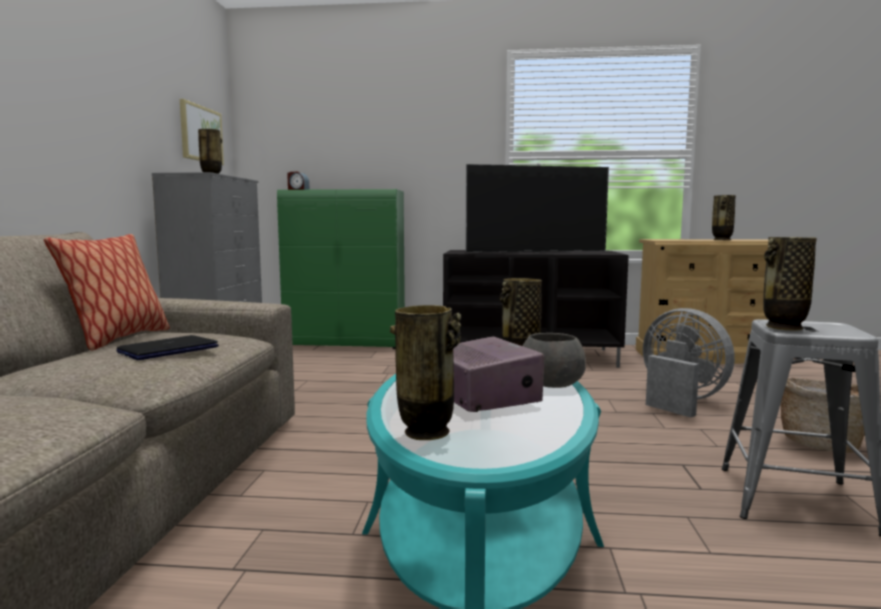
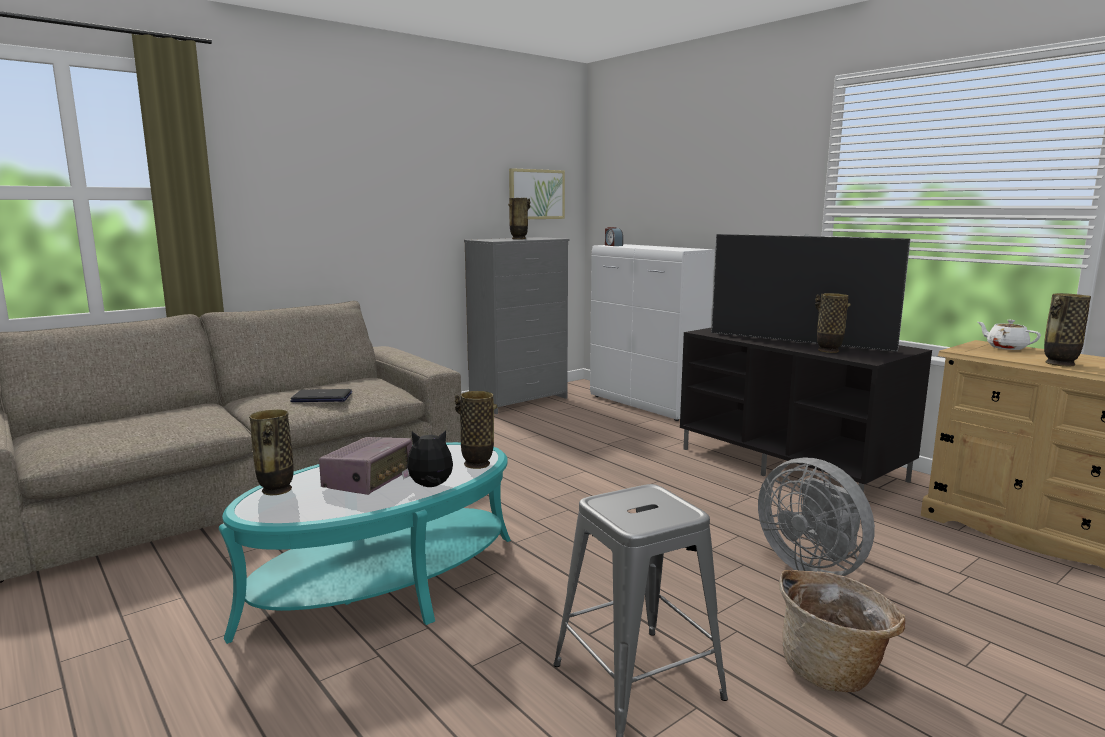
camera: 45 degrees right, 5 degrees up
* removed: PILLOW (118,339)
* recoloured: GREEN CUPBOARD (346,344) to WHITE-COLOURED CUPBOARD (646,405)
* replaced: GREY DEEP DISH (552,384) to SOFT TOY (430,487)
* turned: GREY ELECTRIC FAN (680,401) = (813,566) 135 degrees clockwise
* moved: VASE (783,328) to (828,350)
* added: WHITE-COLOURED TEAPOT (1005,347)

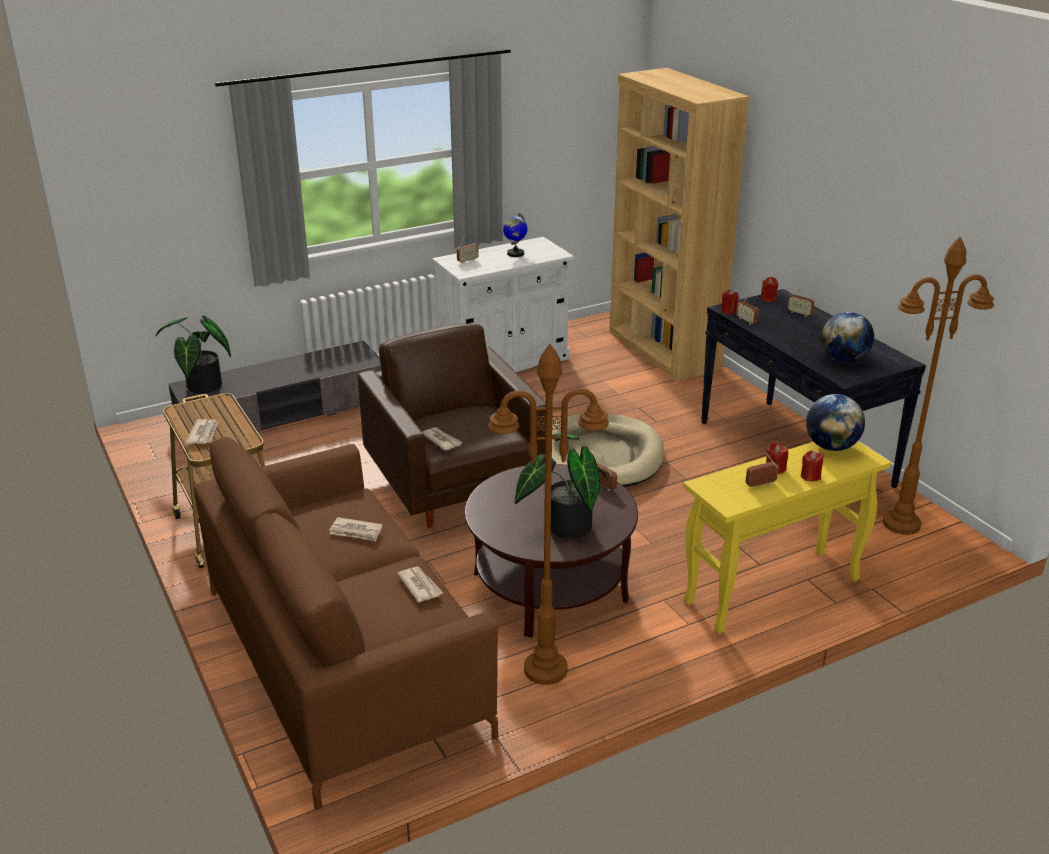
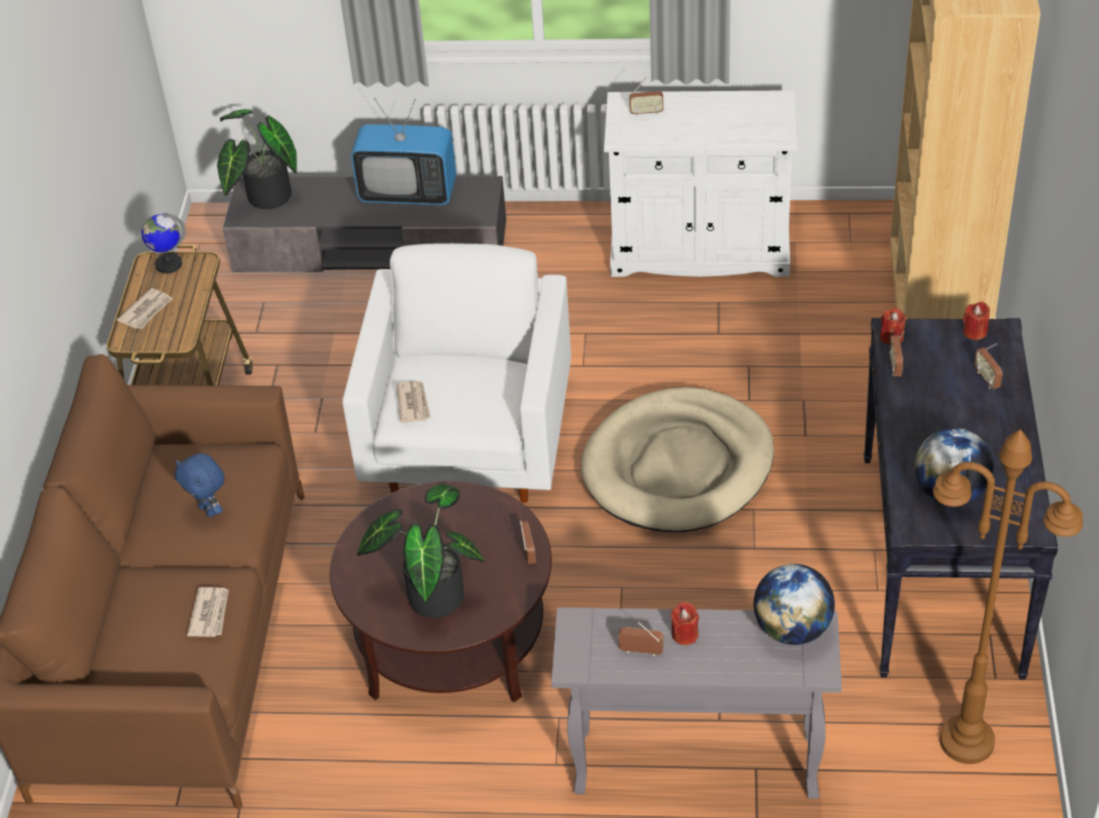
camera: 35 degrees right, 15 degrees up
* replaced: NEWSPAPER (356,531) to BLUE SOFT TOY (209,510)
* recoloured: BROWNISH LOUNGE CHAIR (456,486) to WHITE-COLOURED LOUNGE CHAIR (470,444)
* removed: BROWNISH STANDARD LAMP (545,670)
* moved: GLOBE (515,254) to (168,264)
* recoloured: YELLOWISH NARROW TABLE (771,591) to GREY NARROW TABLE (693,765)
* removed: REDDISH WAX CANDLE (810,476)
* added: TV SET (408,193)

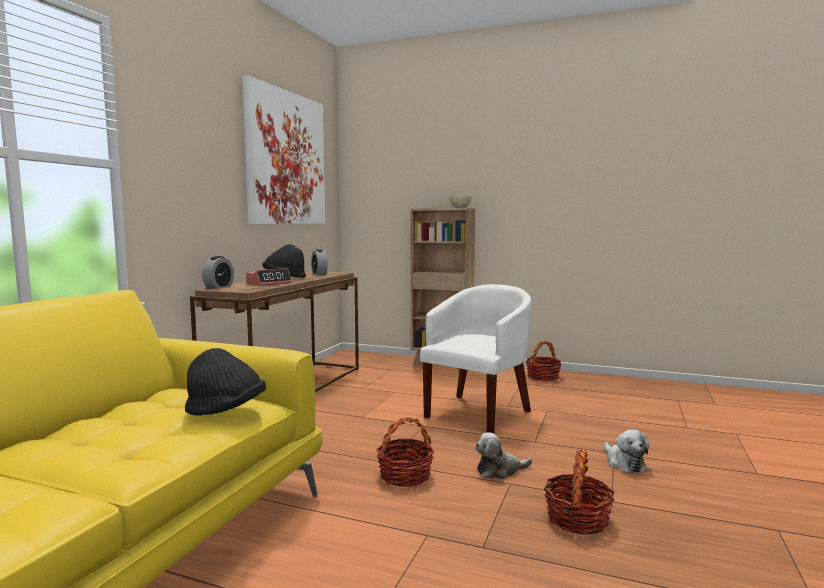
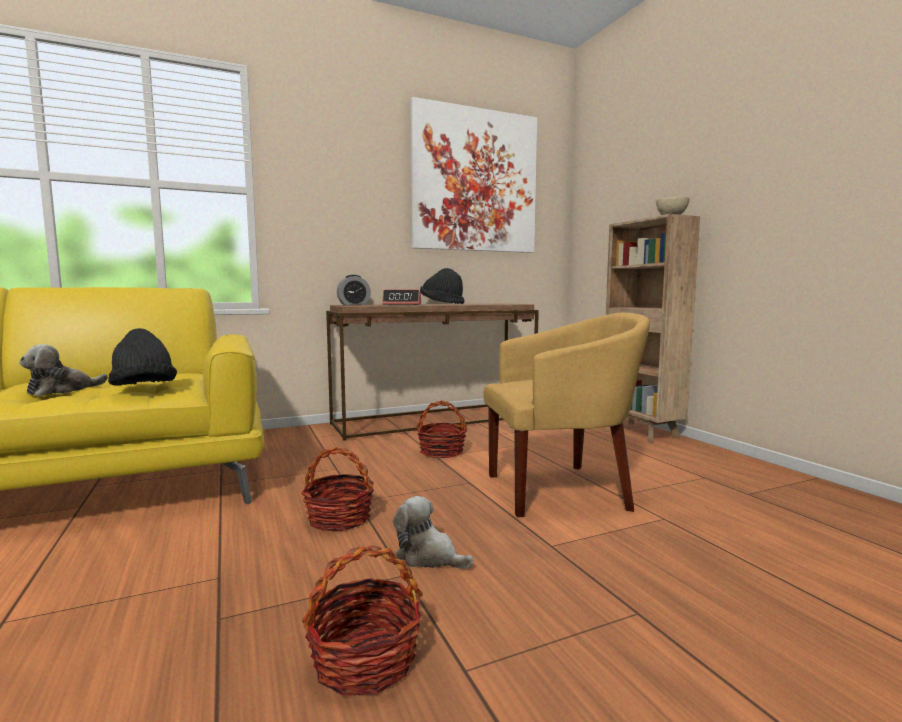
camera: 45 degrees right, 0 degrees up
* removed: TABLE CLOCK (319,274)
* recoloured: WHITE-COLOURED LOUNGE CHAIR (478,412) to YELLOWISH LOUNGE CHAIR (561,490)
* moved: BASKET (543,377) to (442,452)
* moved: SOFT TOY (624,463) to (62,390)

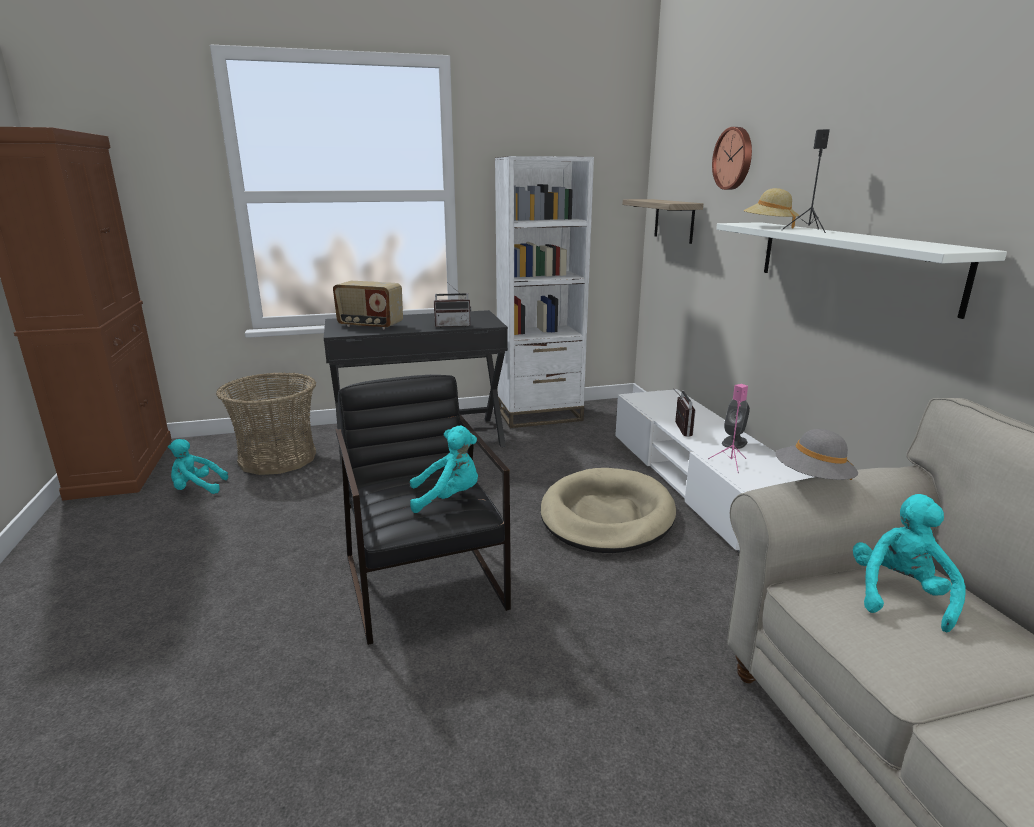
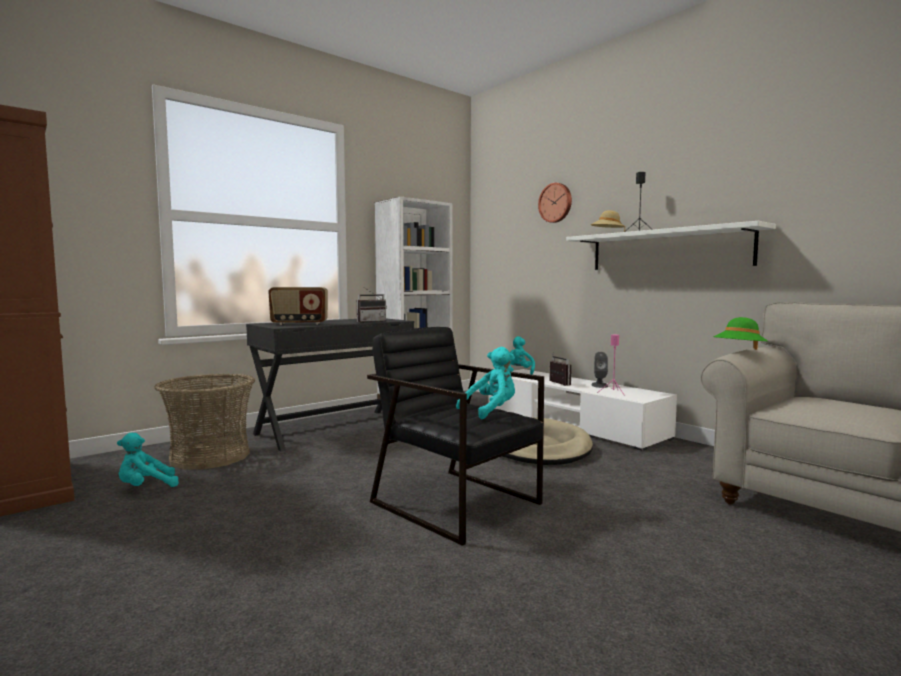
camera: 25 degrees left, 15 degrees down
* removed: BRACKET SHELF (674,220)
* recoloured: GREY CLOTHING HAT (812,480) to GREEN CLOTHING HAT (739,351)
* moved: BLUE-GREEN SOFT TOY (899,595) to (518,372)

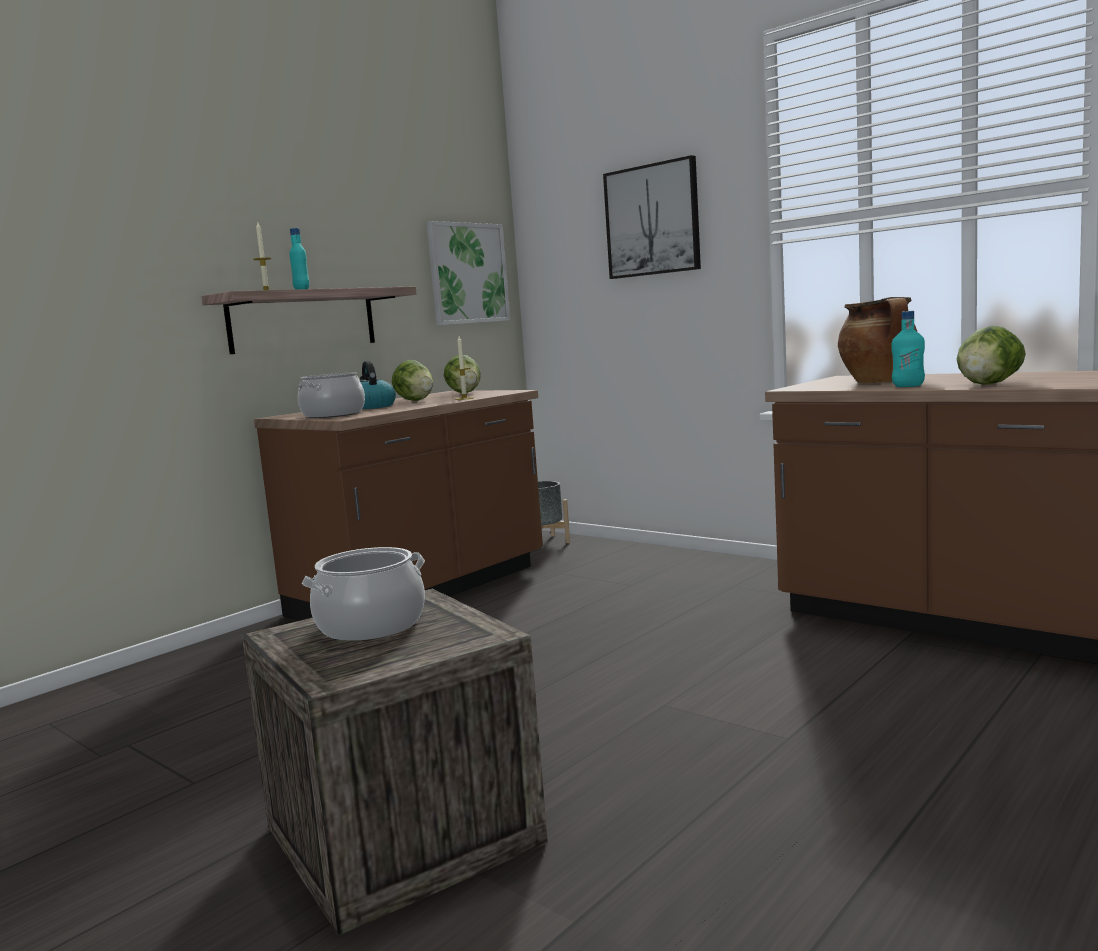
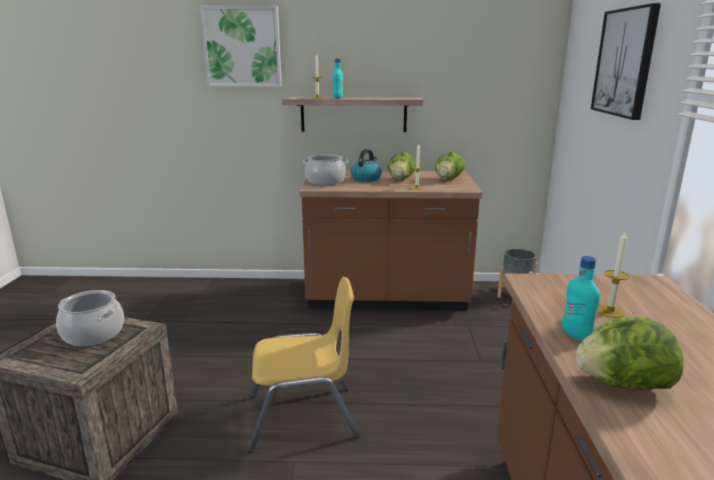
camera: 50 degrees right, 10 degrees up
* moved: WALL PICTURE (468,273) to (242,47)
* replaced: COOKING POT (879,382) to WAX CANDLE (610,311)
* added: YELLOWISH UPRIGHT CHAIR (303,417)

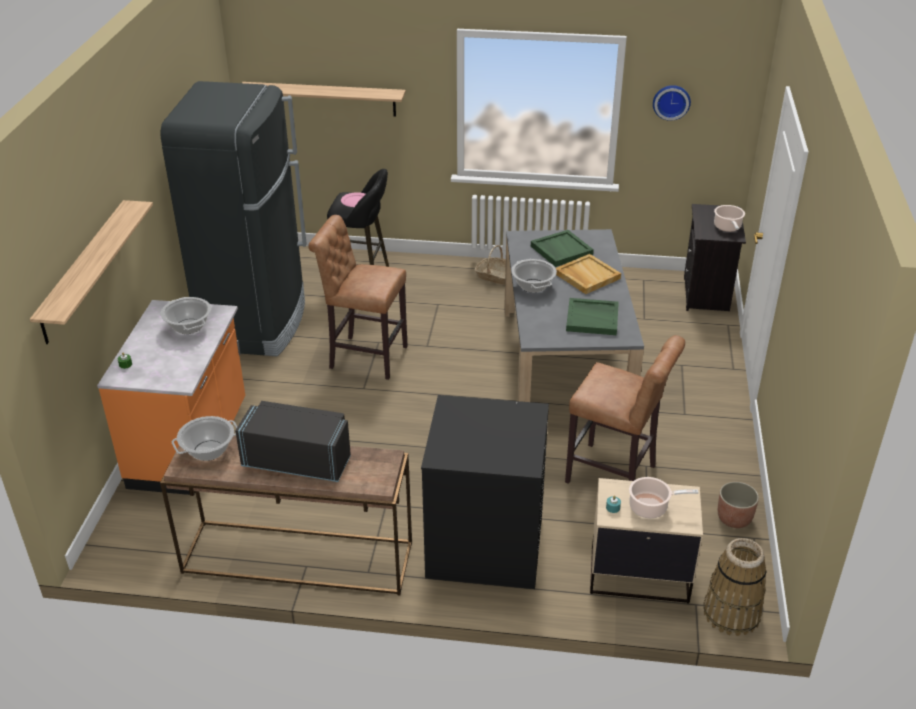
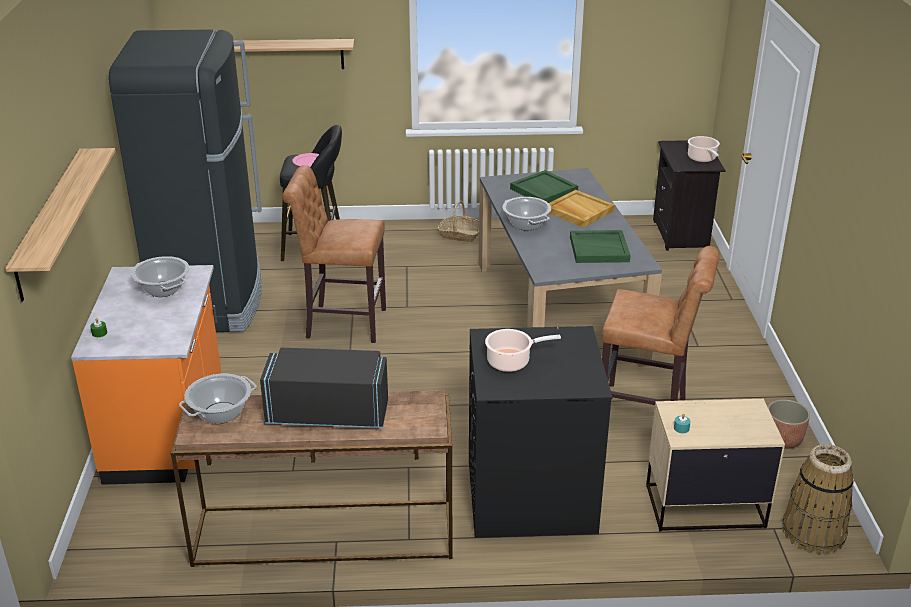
camera: 10 degrees left, 5 degrees down
* moved: COOKING POT (651,507) to (511,362)
* removed: CLOCK ON THE WALL (671,101)

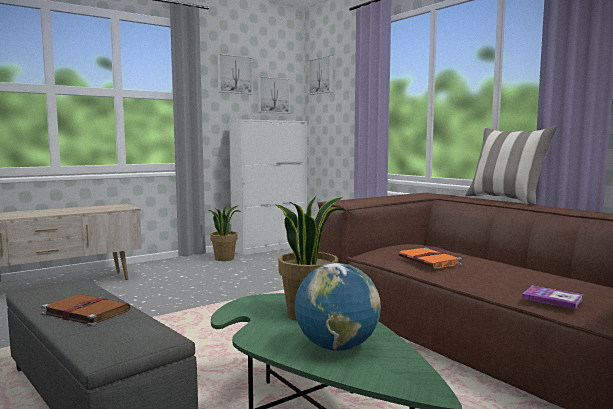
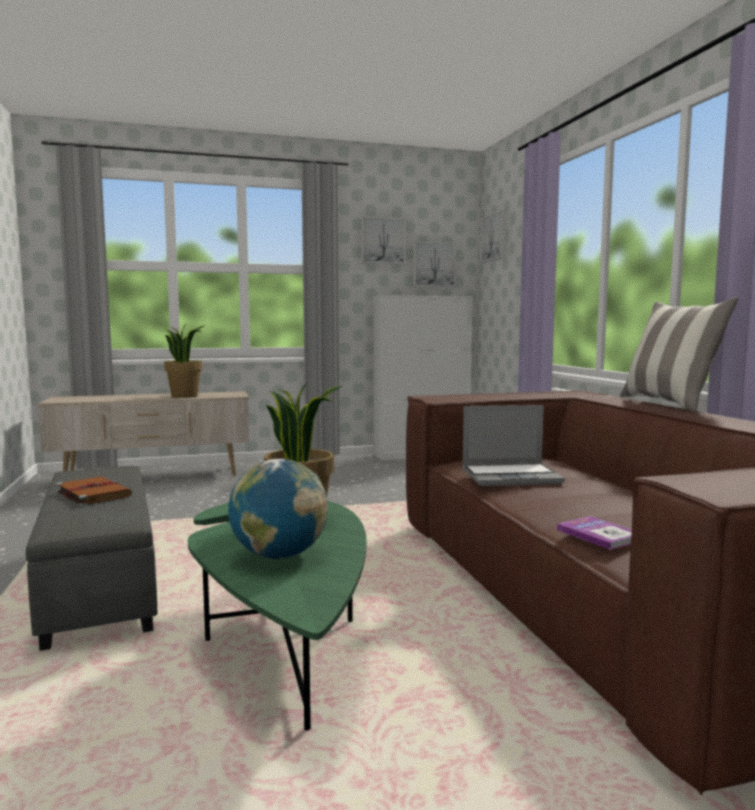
camera: 20 degrees right, 0 degrees up
* moved: PLANT IN A POT (224,258) to (185,396)
* replaced: ORANGEY VOLUME (430,261) to LAPTOP (511,476)

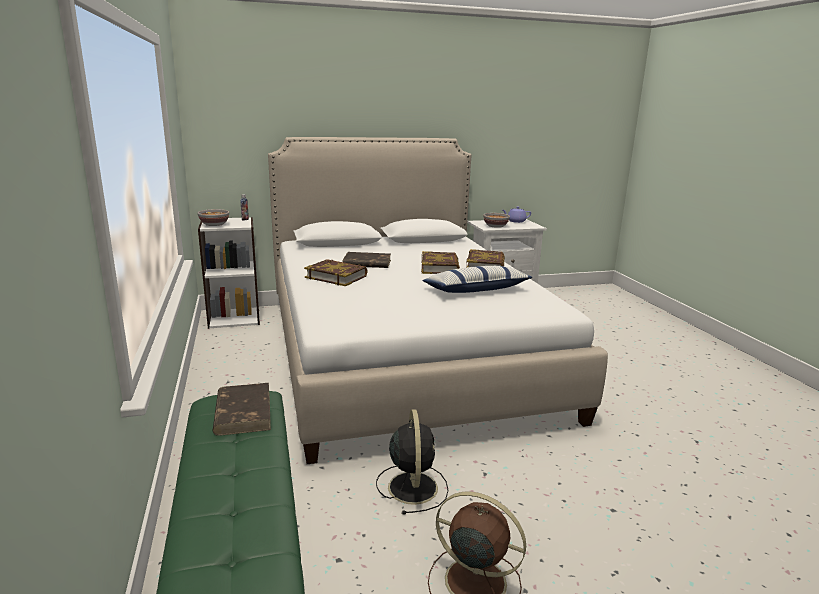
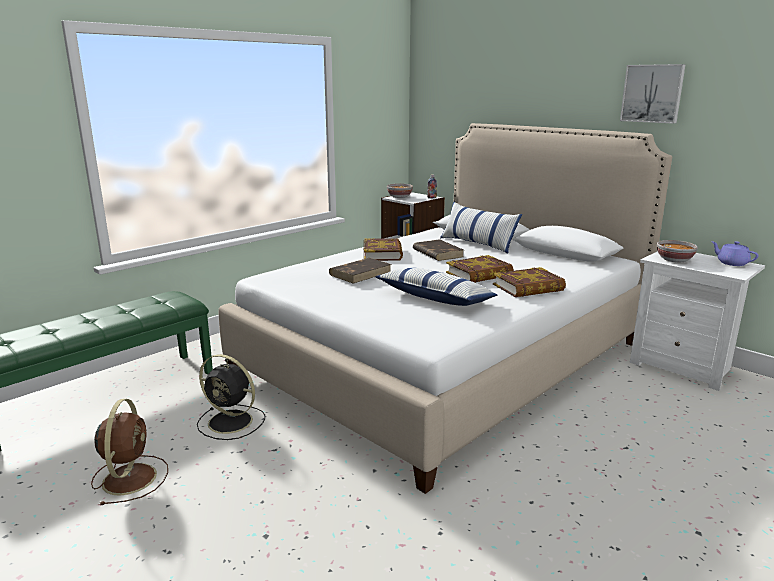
camera: 60 degrees right, 0 degrees up
* moved: BROWNISH VOLUME (243,412) to (361,273)
* turned: BLACKISH ELECTRIC FAN (412,486) = (232,422) 60 degrees clockwise
* added: PILLOW (477,244)
* added: WALL PICTURE (652,93)

